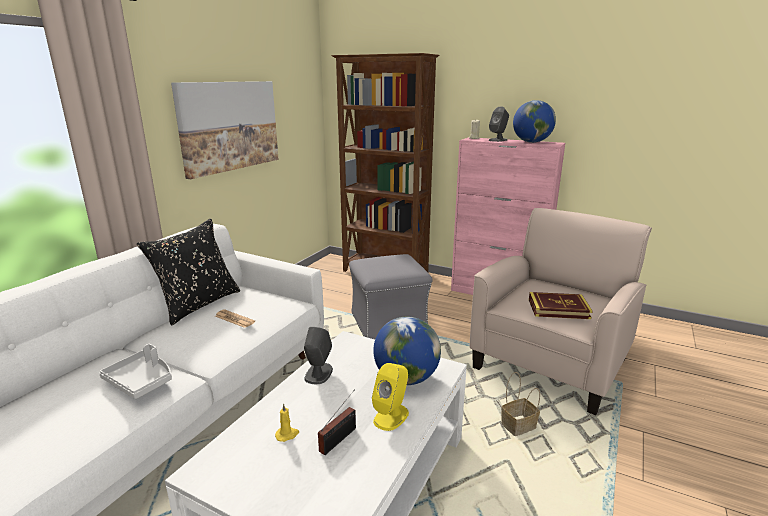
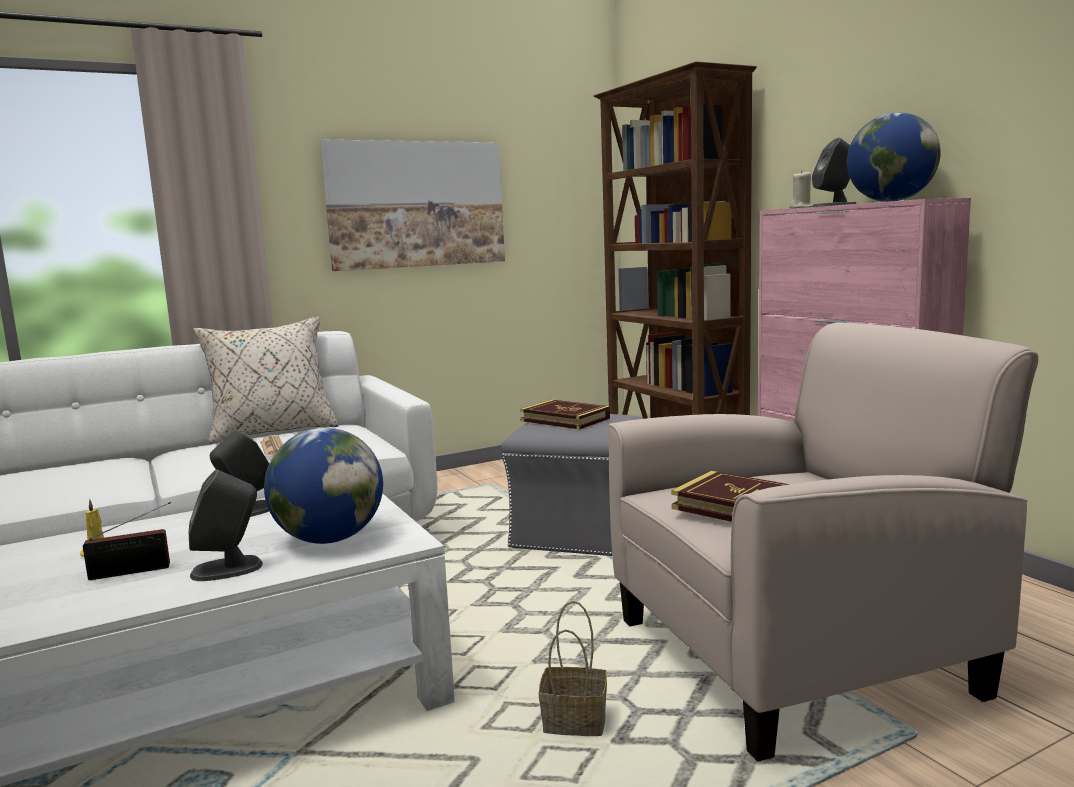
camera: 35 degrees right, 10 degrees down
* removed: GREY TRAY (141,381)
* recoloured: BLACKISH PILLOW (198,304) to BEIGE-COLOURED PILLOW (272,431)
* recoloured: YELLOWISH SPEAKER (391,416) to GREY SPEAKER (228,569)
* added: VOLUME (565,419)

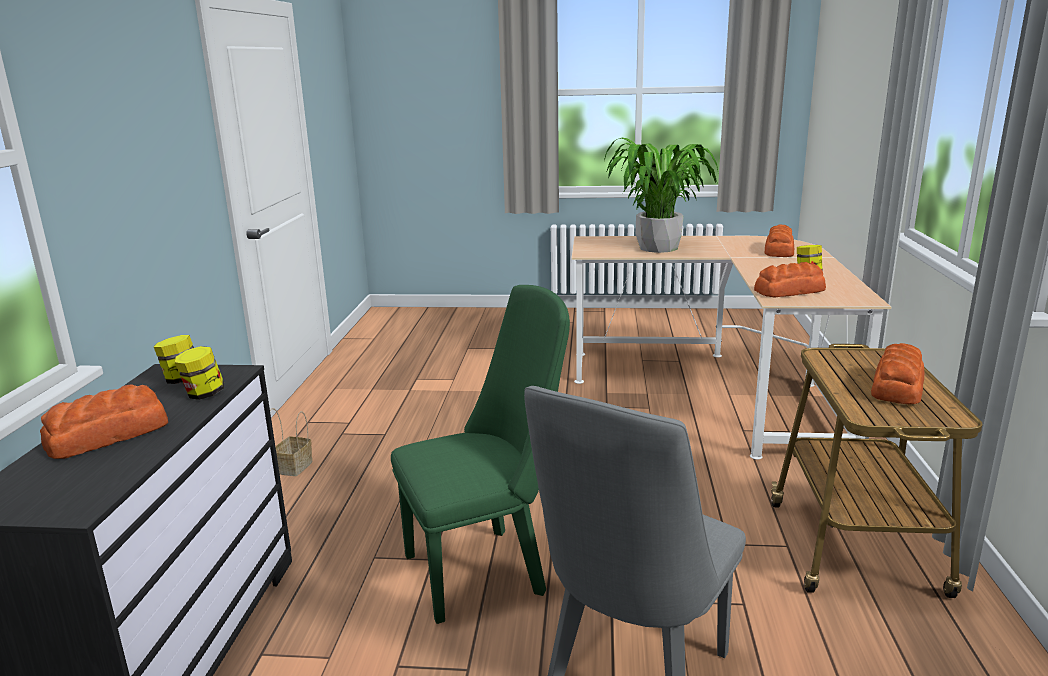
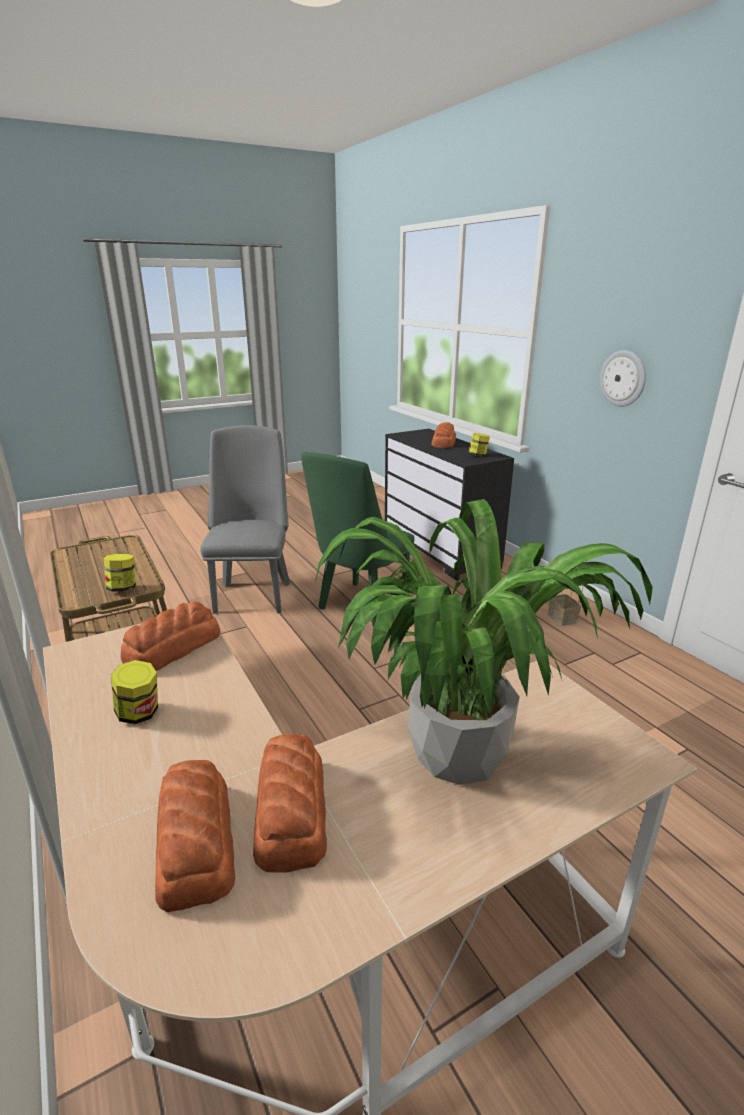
camera: 145 degrees right, 5 degrees up
* moved: STORAGE JAR (204,394) to (123,588)
* moved: BAKERY BREAD (898,386) to (290,812)
* added: CLOCK ON THE WALL (623,378)

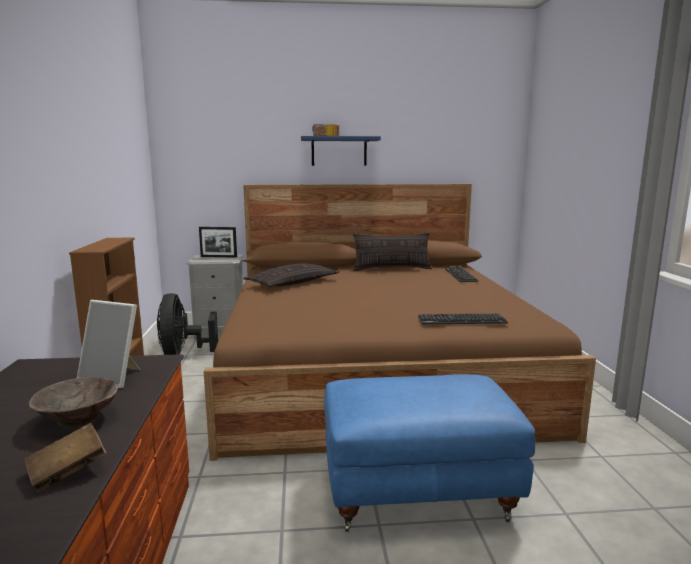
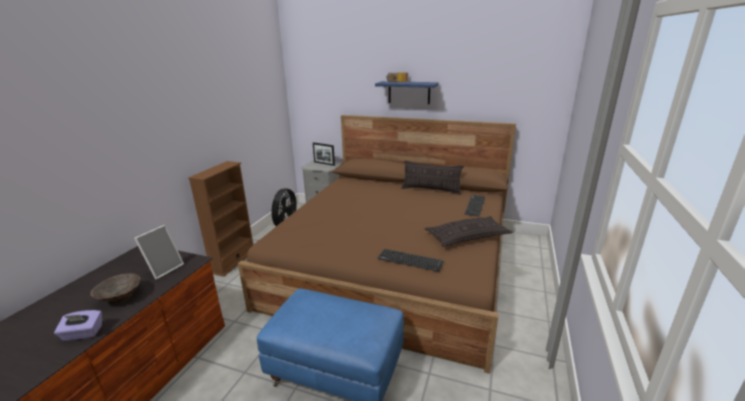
camera: 25 degrees right, 10 degrees up
* replaced: BROWNISH VOLUME (67,472) to PURPLE-COLOURED TISSUE BOX (83,334)
* turned: STANDING FRAME (114,377) = (164,269) 105 degrees counterclockwise
* moved: PILLOW (293,282) to (467,236)

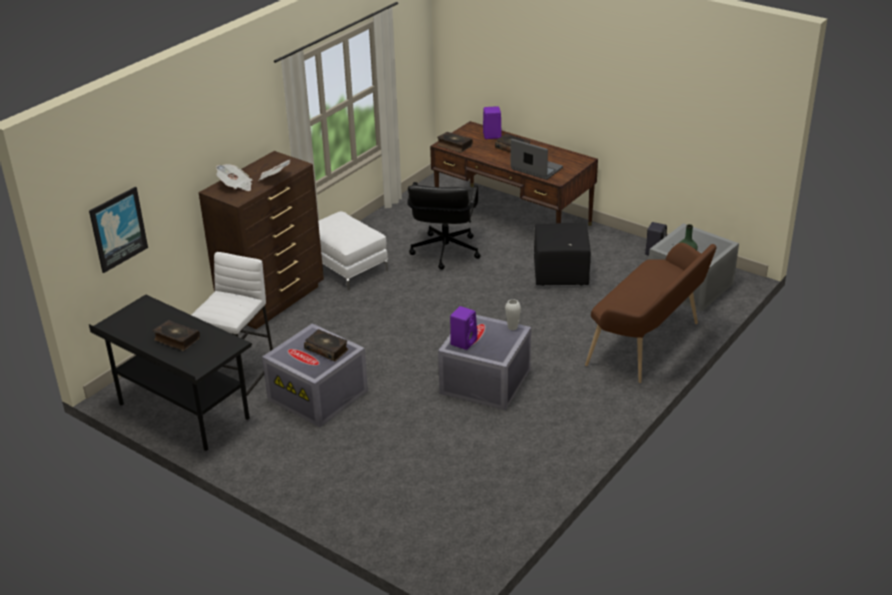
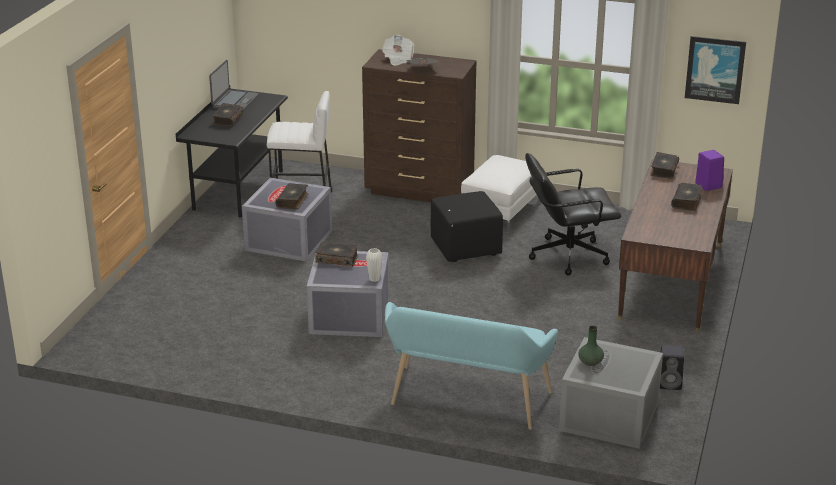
camera: 70 degrees right, 5 degrees down
* moved: WALL PICTURE (118,229) to (715,69)
* replaced: PURPLE-COLOURED SPEAKER (464,341) to VOLUME (337,259)
* moved: LAPTOP (536,169) to (235,101)
* moved: BLACKISH OTTOMAN (561,274) to (465,248)
* recoloured: BROWNISH LONG SEAT (649,345) to BLUE-GREEN LONG SEAT (466,402)

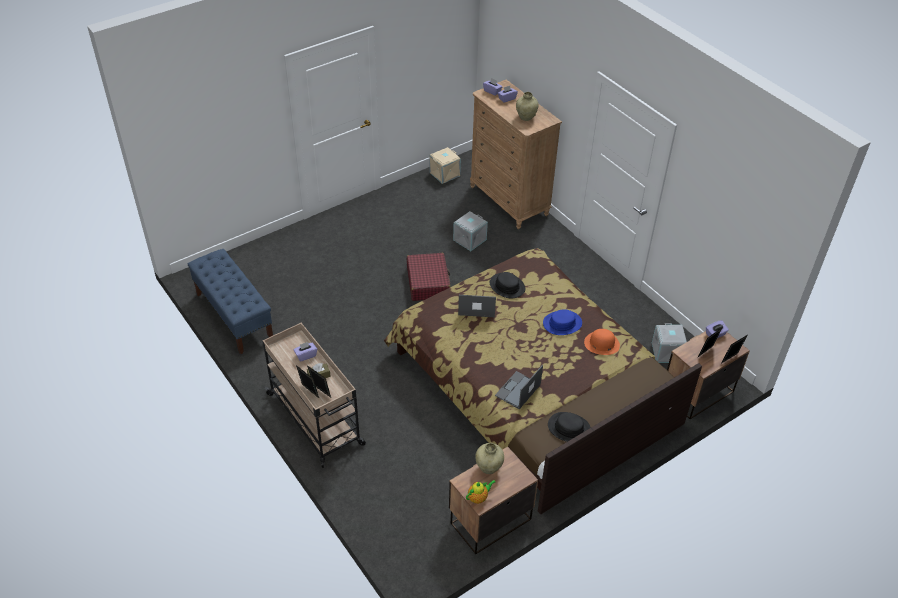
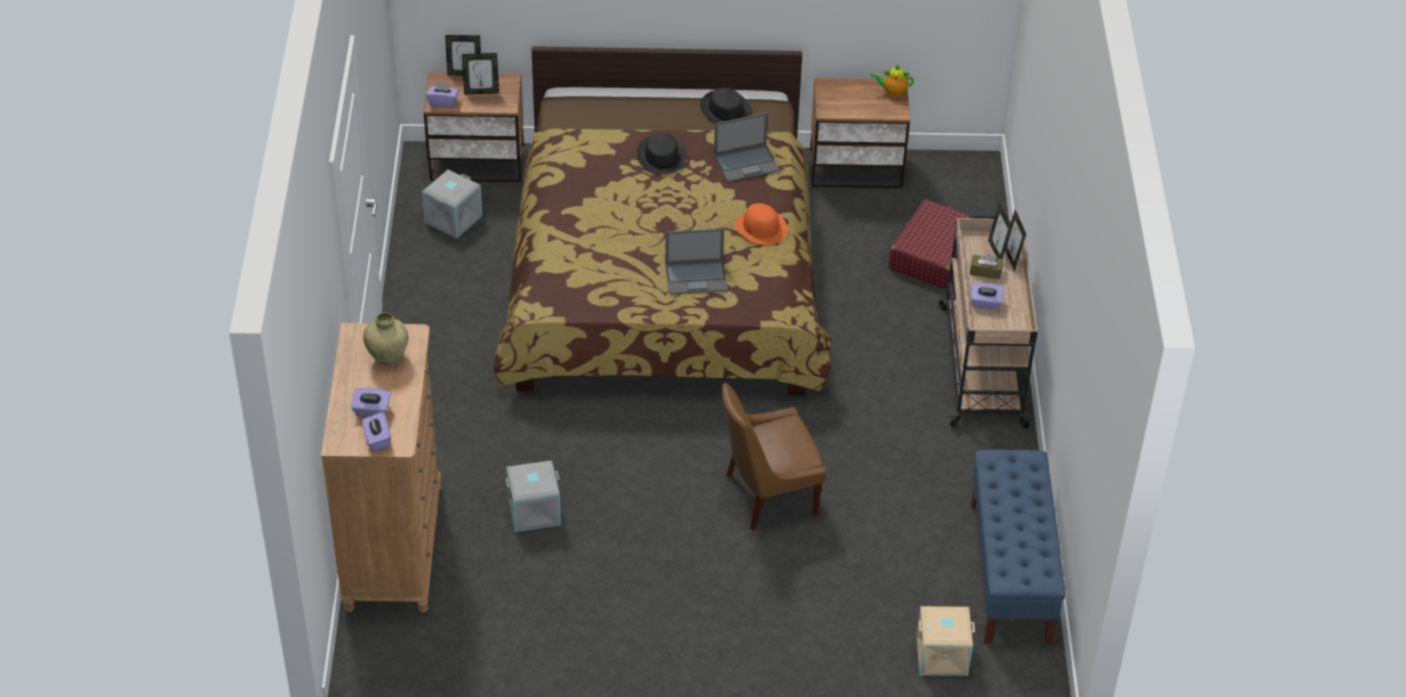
camera: 145 degrees left, 0 degrees up
* moved: REDDISH TRAVEL CASE (428,283) to (933,255)
* moved: BEIGE-COLOURED STORAGE BIN (445,174) to (942,655)
* turned: LAPTOP (476,307) = (697,277) 45 degrees counterclockwise
* removed: BEIGE-COLOURED VASE (488,468)
* moved: BLACKISH CLOTHING HAT (507,286) to (662,156)
* removed: BLUE CLOTHING HAT (562,323)
* moved: ORANGEY CLOTHING HAT (601,343) to (761,227)
* added: BROWNISH UPRIGHT CHAIR (767,495)

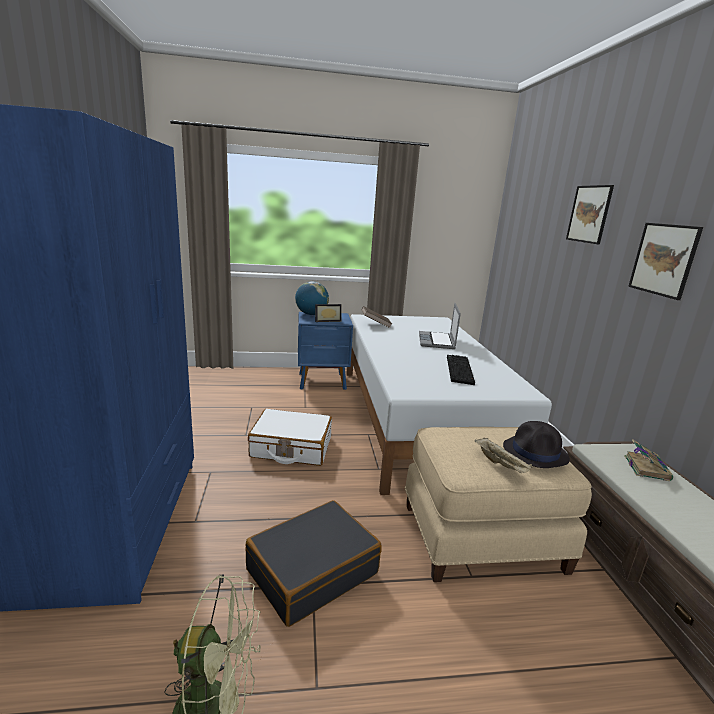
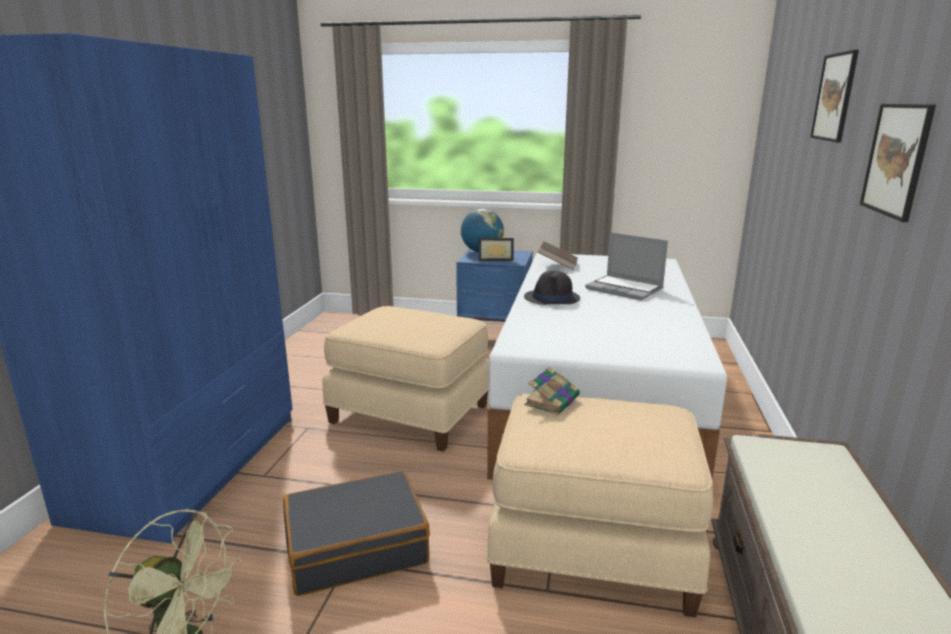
camera: 20 degrees right, 0 degrees up
* replaced: WHITE-COLOURED TRAVEL CASE (291,447) to BEIGE-COLOURED OTTOMAN (411,412)
* turned: LAPTOP (437,341) = (625,289) 75 degrees counterclockwise
* removed: COMPUTER KEYBOARD (458,370)
* removed: BEIGE-COLOURED TRAY (501,464)
* moved: BLACKISH CLOTHING HAT (535,452) to (552,298)
* moved: VOLUME (646,467) to (552,400)

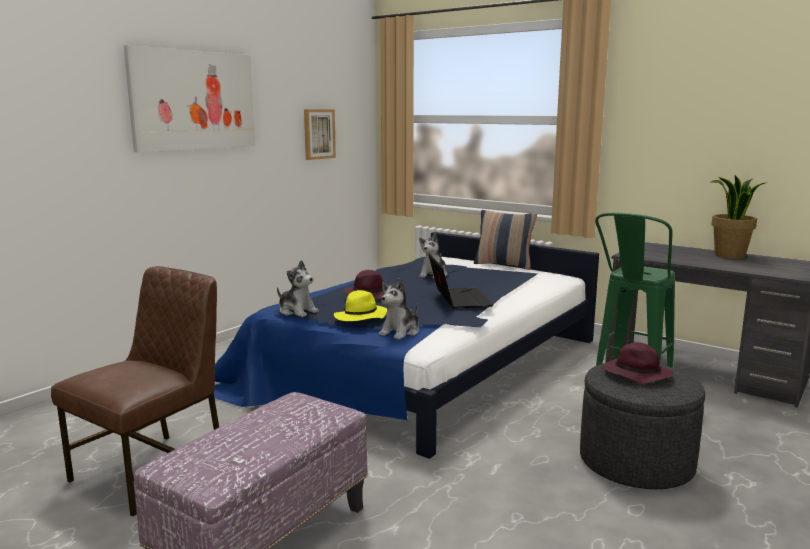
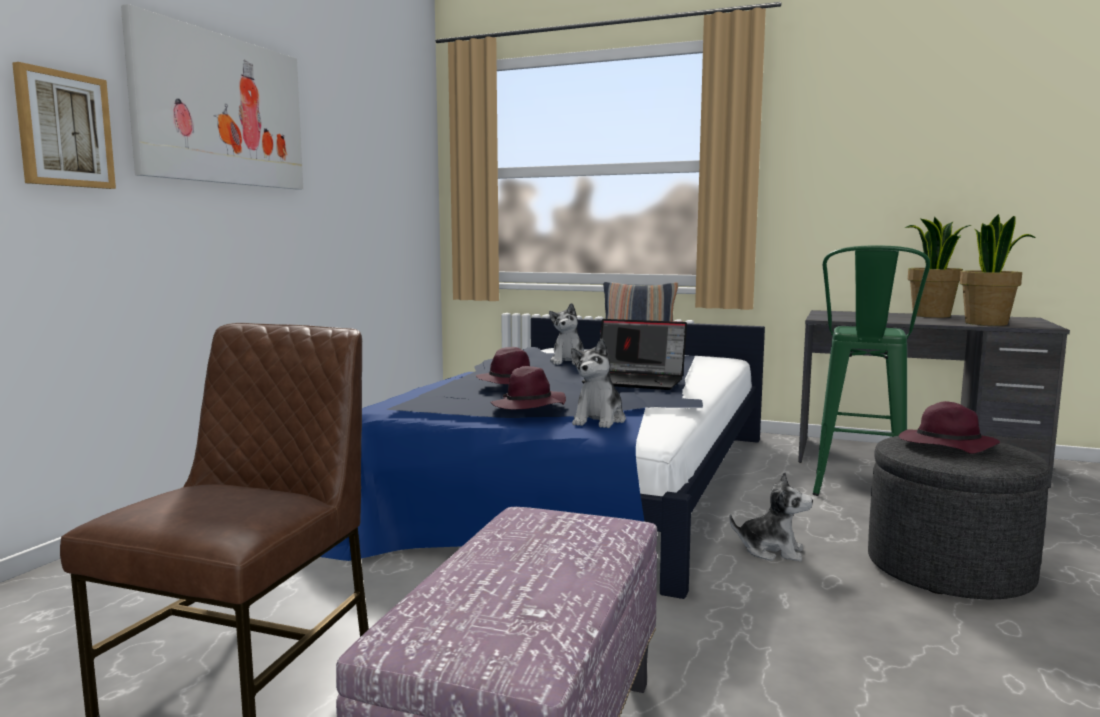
camera: 15 degrees left, 5 degrees down
* moved: SOFT TOY (297,311) to (771,551)
* moved: WALL PICTURE (318,134) to (64,129)
* recoloured: YELLOWISH CLOTHING HAT (360,317) to PURPLE-COLOURED CLOTHING HAT (529,406)
* turned: LAPTOP (458,299) = (636,381) 135 degrees clockwise
* added: PLANT IN A POT (987,323)

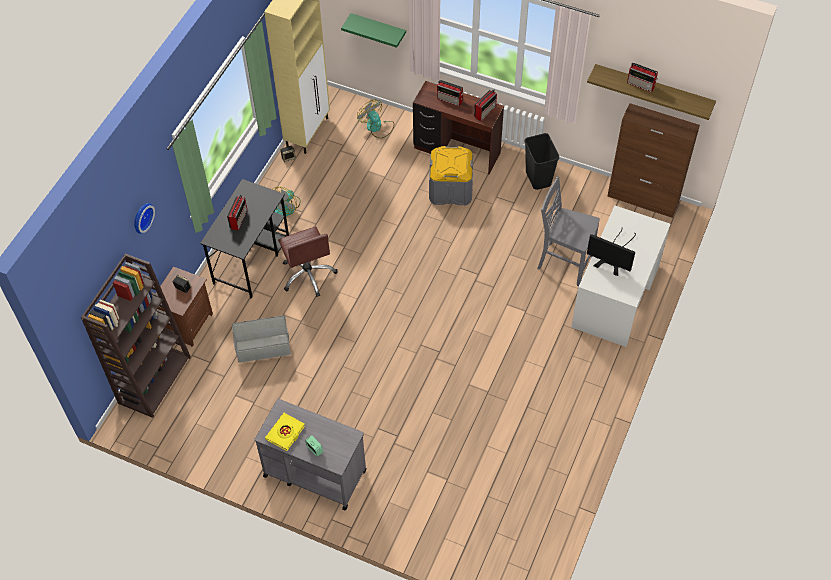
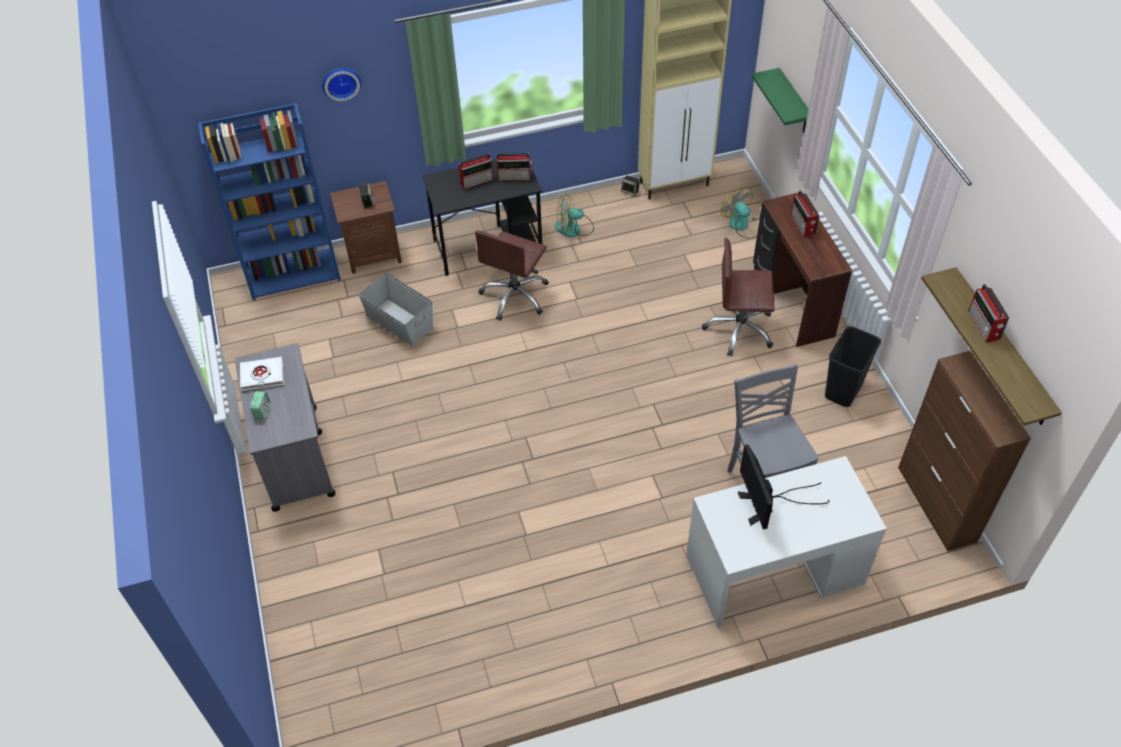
camera: 50 degrees right, 5 degrees down
* recoloured: BROWNISH BOOKSHELF (154,379) to BLUE BOOKSHELF (294,273)
* recoloured: YELLOWISH VOLUME (285,433) to WHITE-COLOURED VOLUME (262,376)
* turned: ELECTRIC FAN (377,127) = (743,225) 45 degrees counterclockwise
* replaced: GREY STORAGE BIN (450,189) to BROWNISH DESK CHAIR (739,329)
* moved: RADIO (485,111) to (515,176)

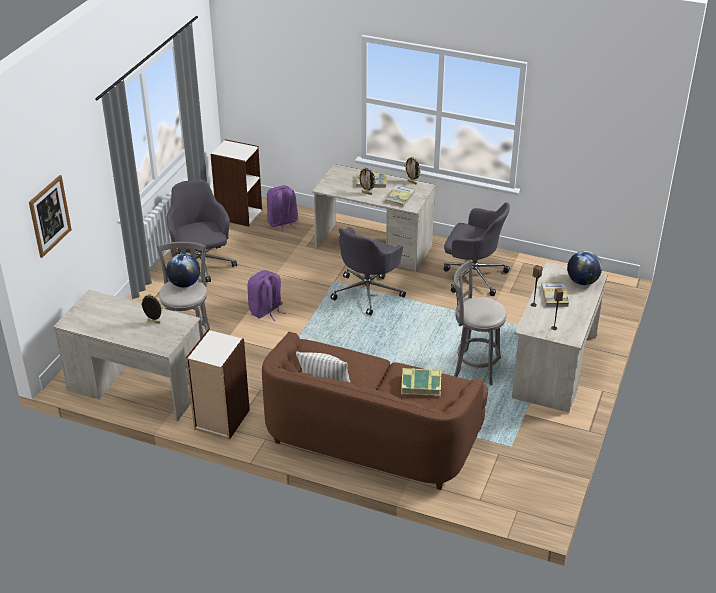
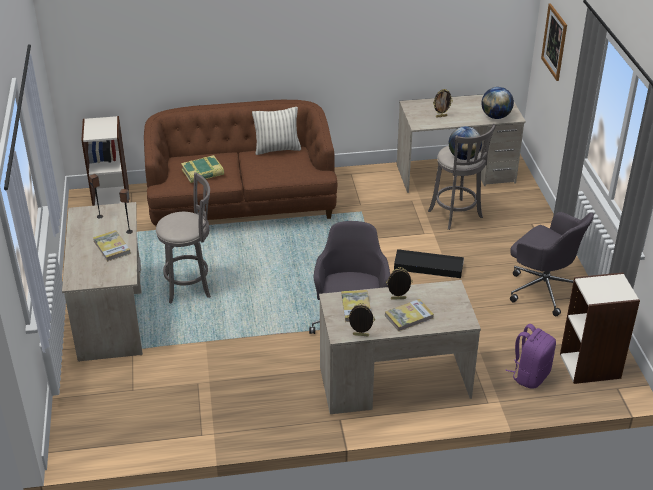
camera: 150 degrees right, 0 degrees up
* moved: BOOKSHELF (221,420) to (111,198)
* replaced: PURPLE-COLOURED RUCKSACK (266,311) to BLACKISH STORAGE BIN (428,267)
* removed: GREY DESK CHAIR (473,276)
* moved: GLOBE (582,281) to (496,116)

